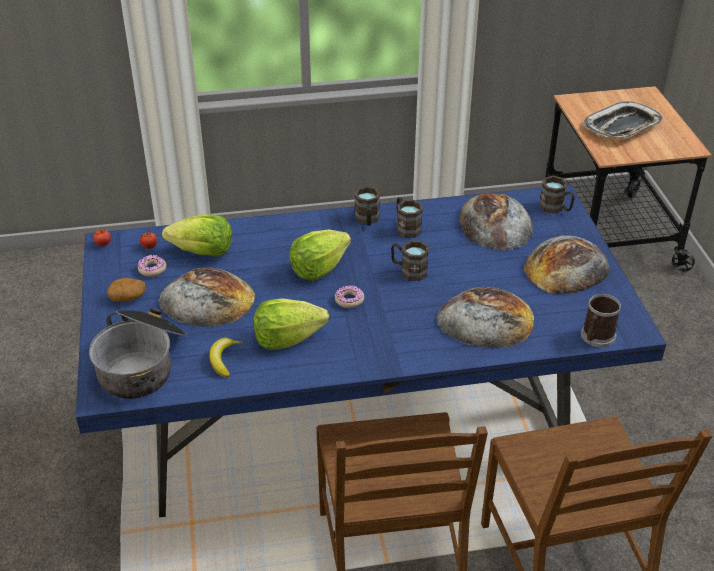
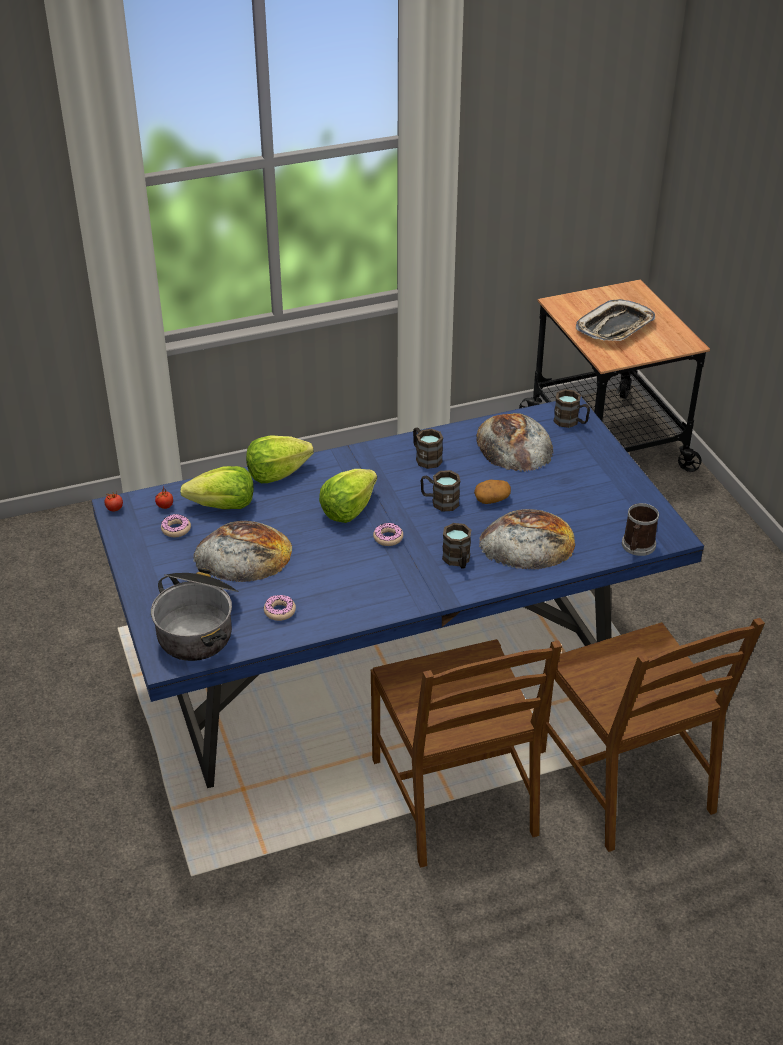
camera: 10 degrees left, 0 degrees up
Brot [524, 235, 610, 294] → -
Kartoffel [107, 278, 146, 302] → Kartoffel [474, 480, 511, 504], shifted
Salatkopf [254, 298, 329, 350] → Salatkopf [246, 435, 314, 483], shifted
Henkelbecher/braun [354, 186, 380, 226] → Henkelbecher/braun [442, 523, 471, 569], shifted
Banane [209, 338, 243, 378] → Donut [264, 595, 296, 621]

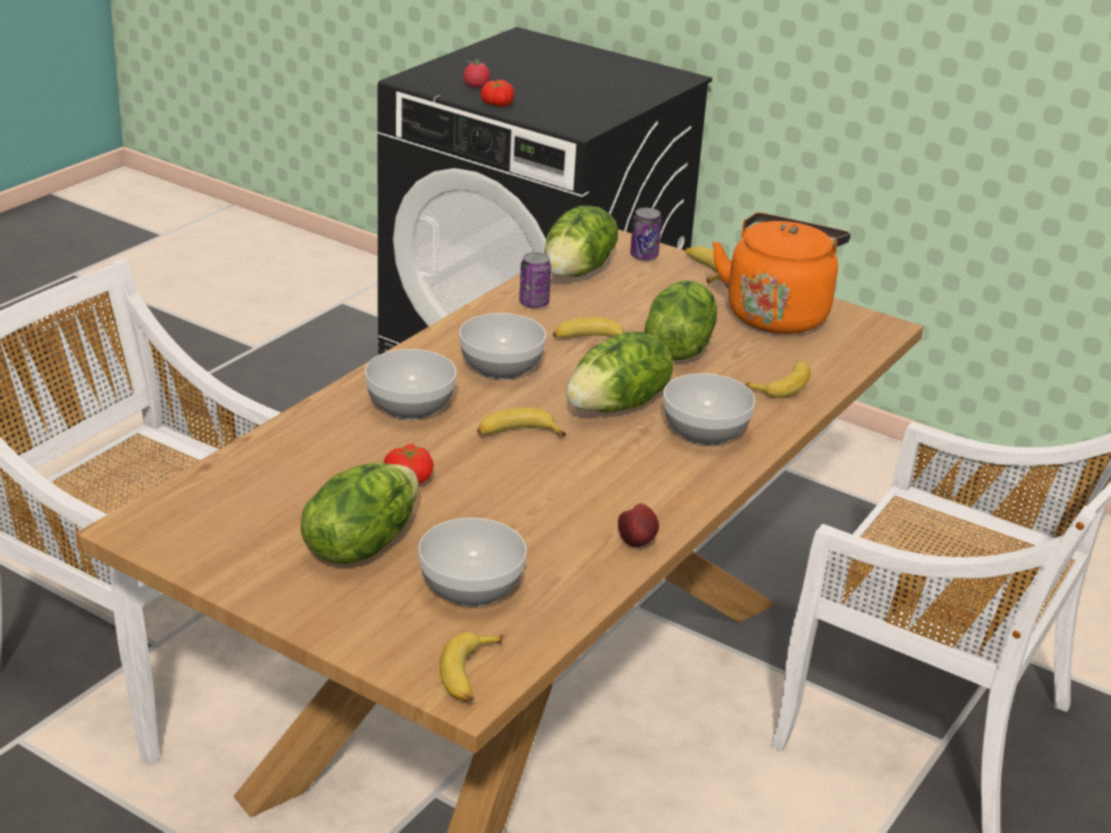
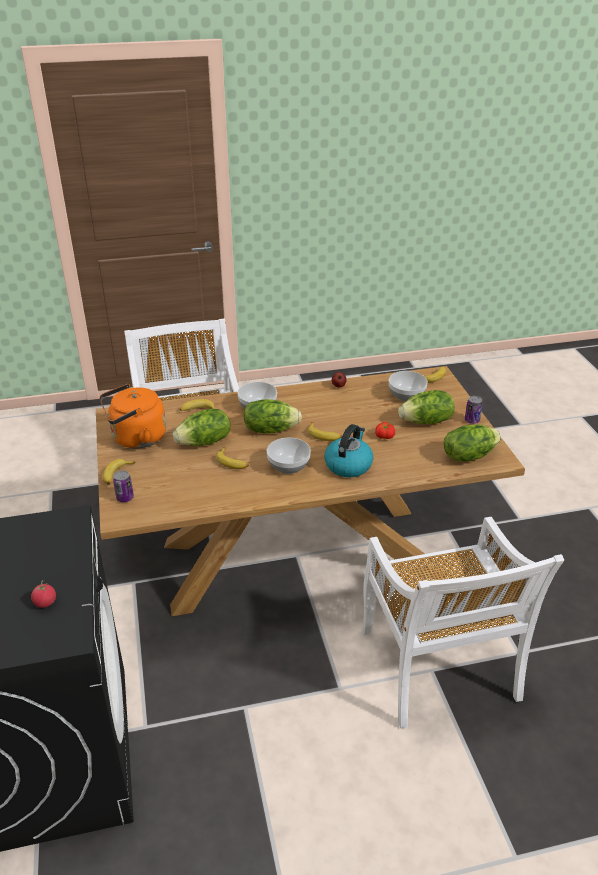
camera: 135 degrees left, 5 degrees up
Tomate [480, 80, 514, 107] → -
Dose [519, 252, 551, 308] → Dose [465, 396, 483, 424], shifted
Salatkopf [545, 205, 618, 277] → Salatkopf [444, 424, 501, 462], shifted
Schüssel [365, 349, 457, 420] → Wasserkessel [324, 424, 373, 477]

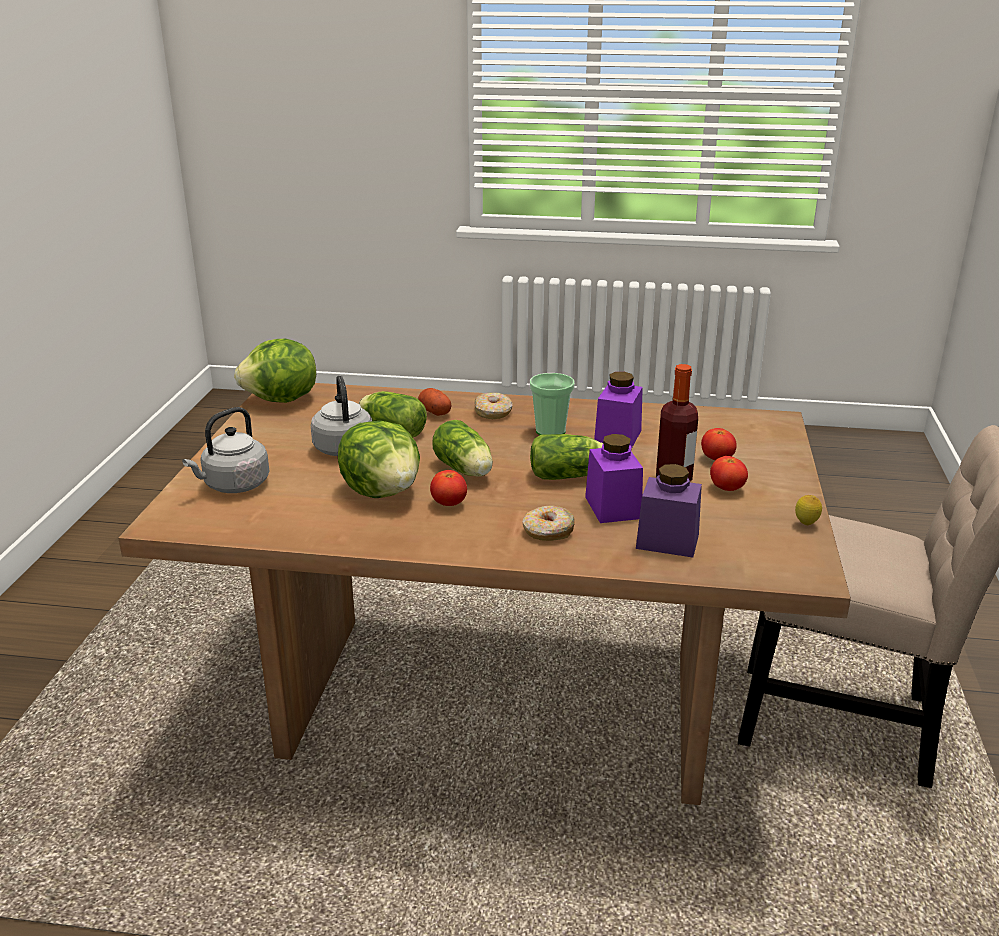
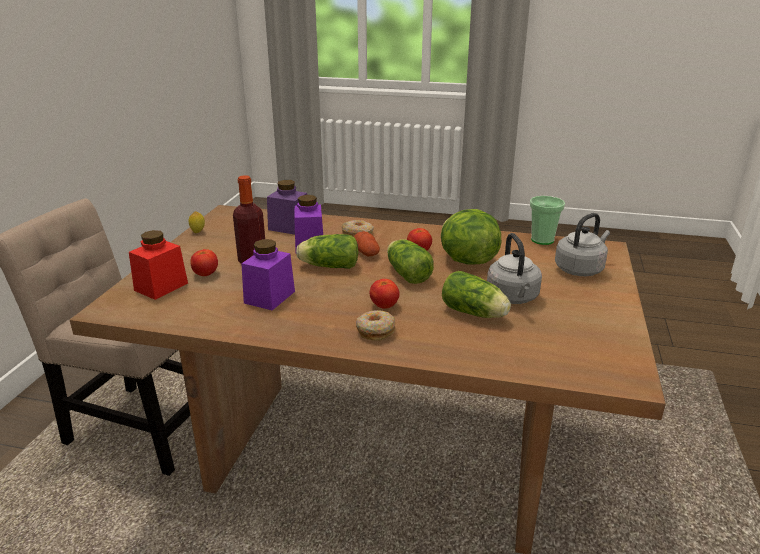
camera: 175 degrees left, 0 degrees up
Salatkopf [234, 339, 316, 403] → -
- → Vorratsglas/rot [129, 230, 188, 300]
Kartoffel [418, 388, 452, 416] → Kartoffel [354, 231, 380, 256], shifted
Tasse [530, 373, 575, 435] → Tasse [530, 196, 565, 245], shifted
Tomate [710, 456, 748, 491] → Tomate [370, 279, 399, 309], shifted

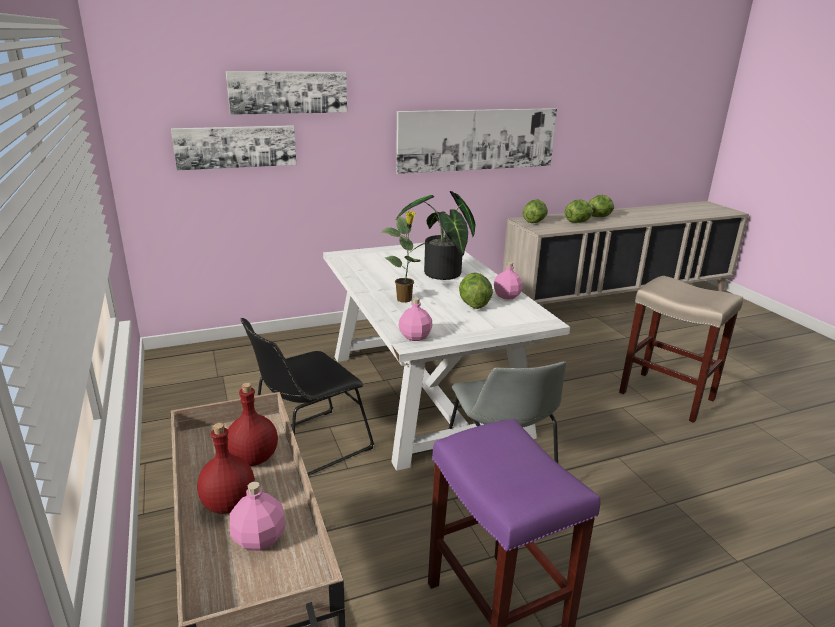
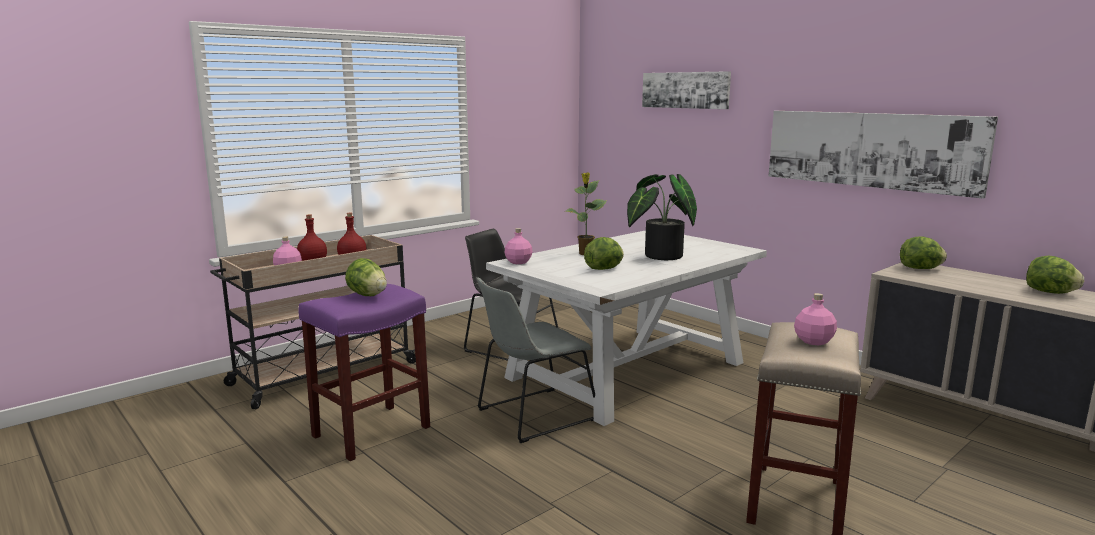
camera: 70 degrees right, 10 degrees down
Bild [171, 125, 296, 170] → -
Flasche/rosa [494, 262, 523, 300] → Flasche/rosa [794, 293, 837, 345], shifted
Salatkopf [565, 200, 593, 223] → Salatkopf [345, 258, 387, 296], shifted

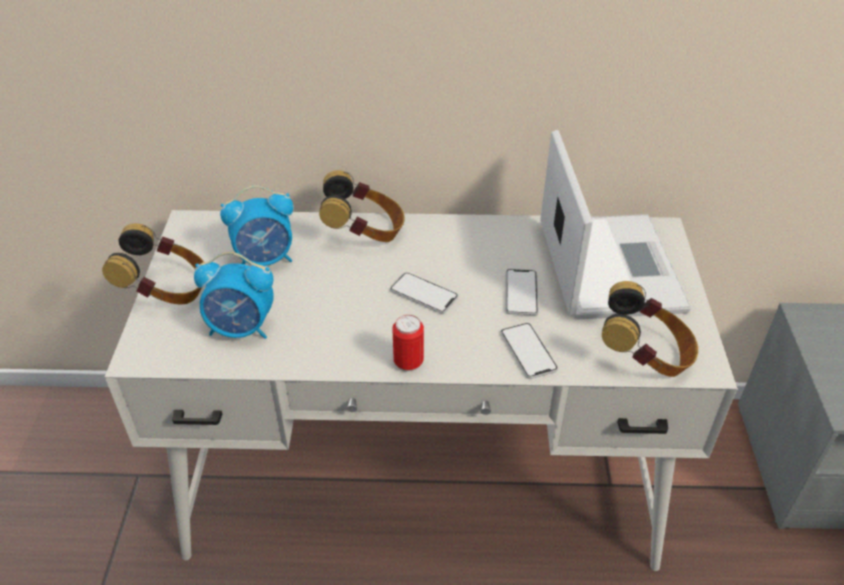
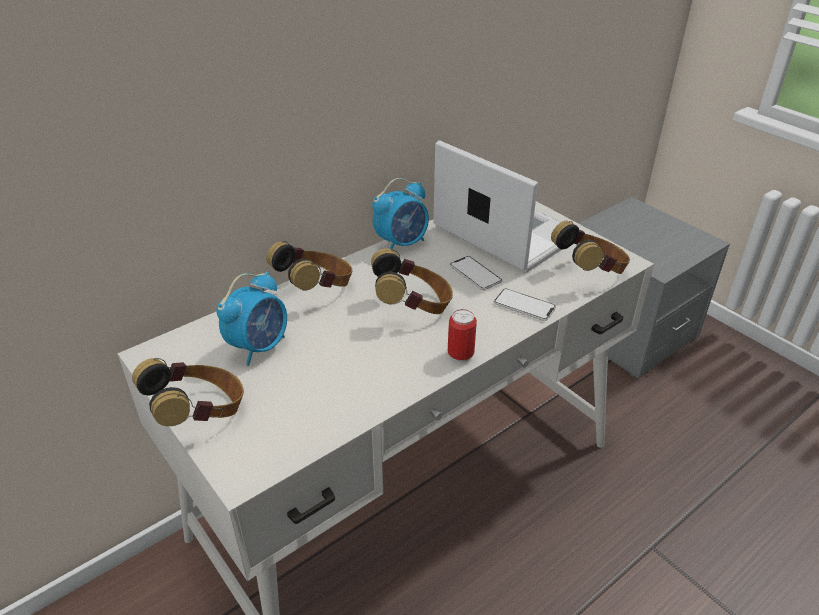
camera: 40 degrees left, 5 degrees down
Wecker [194, 252, 274, 339] → Wecker [372, 178, 429, 249], shifted
Handy [390, 273, 458, 313] → Kopfhörer [371, 248, 453, 314]

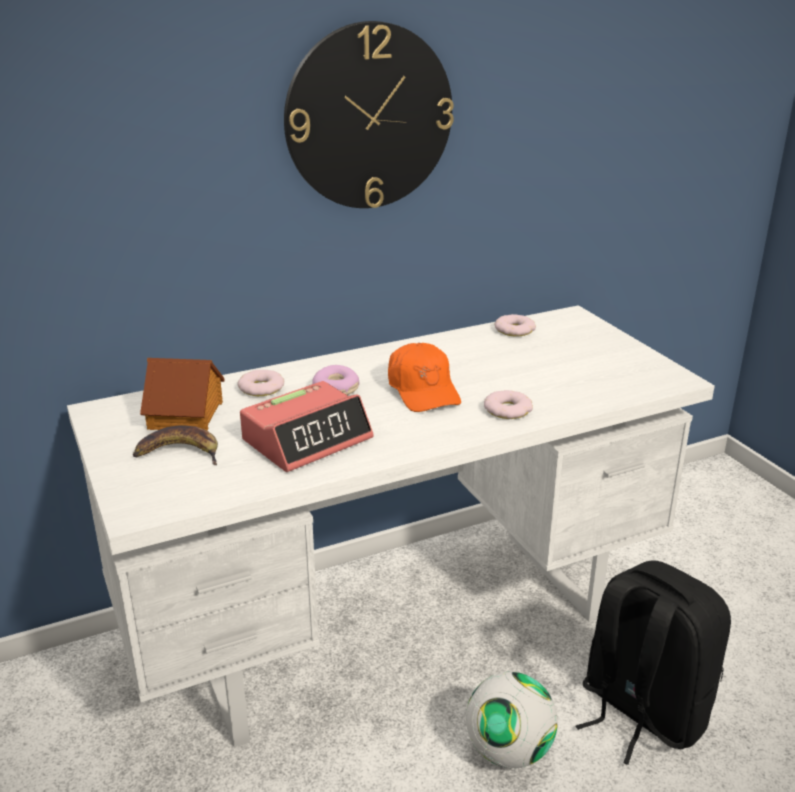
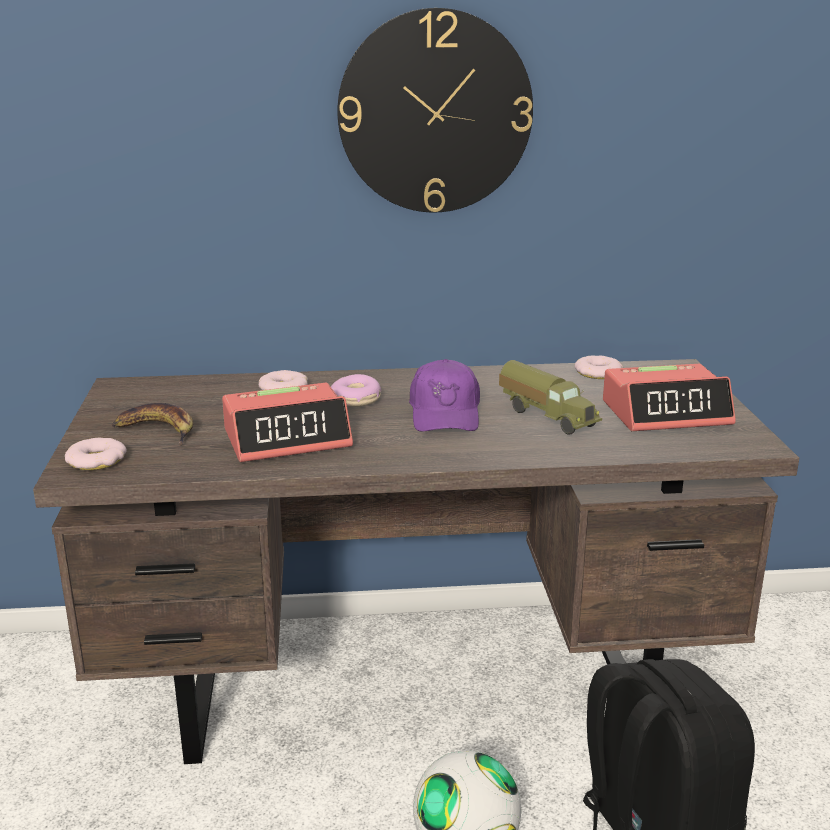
camera: 20 degrees right, 5 degrees down
Spielzeughaus [140, 358, 225, 431] → -
- → Spielzeuglaster [499, 360, 602, 434]
- → Wecker [603, 364, 736, 431]
Donut [484, 390, 533, 419] → Donut [65, 438, 127, 470], shifted
Schreibtisch/weiß [67, 305, 715, 748] → Schreibtisch/braun [33, 359, 799, 764]
Kappe/orange [388, 343, 461, 412] → Kappe/lila [409, 359, 480, 431]

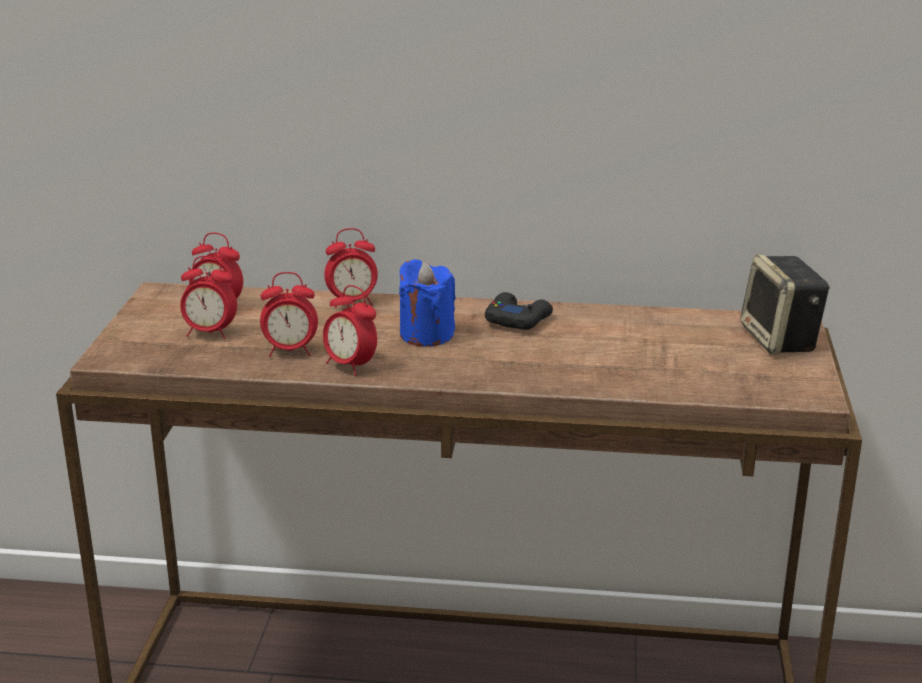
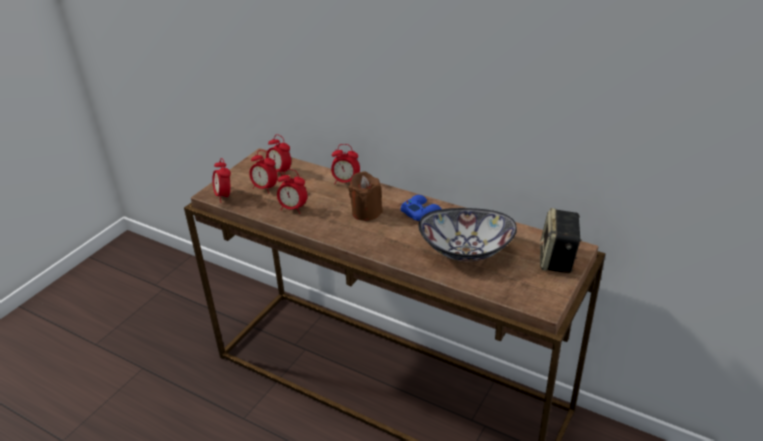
camera: 25 degrees right, 10 degrees up
- → Schüssel [419, 208, 517, 261]
Wecker [323, 285, 377, 376] → Wecker [212, 158, 231, 203], shifted
Kerze/blau [399, 259, 456, 346] → Kerze/braun [348, 171, 383, 221]
Gamepad/schwarz [485, 292, 553, 330] → Gamepad/blau [400, 195, 441, 221]

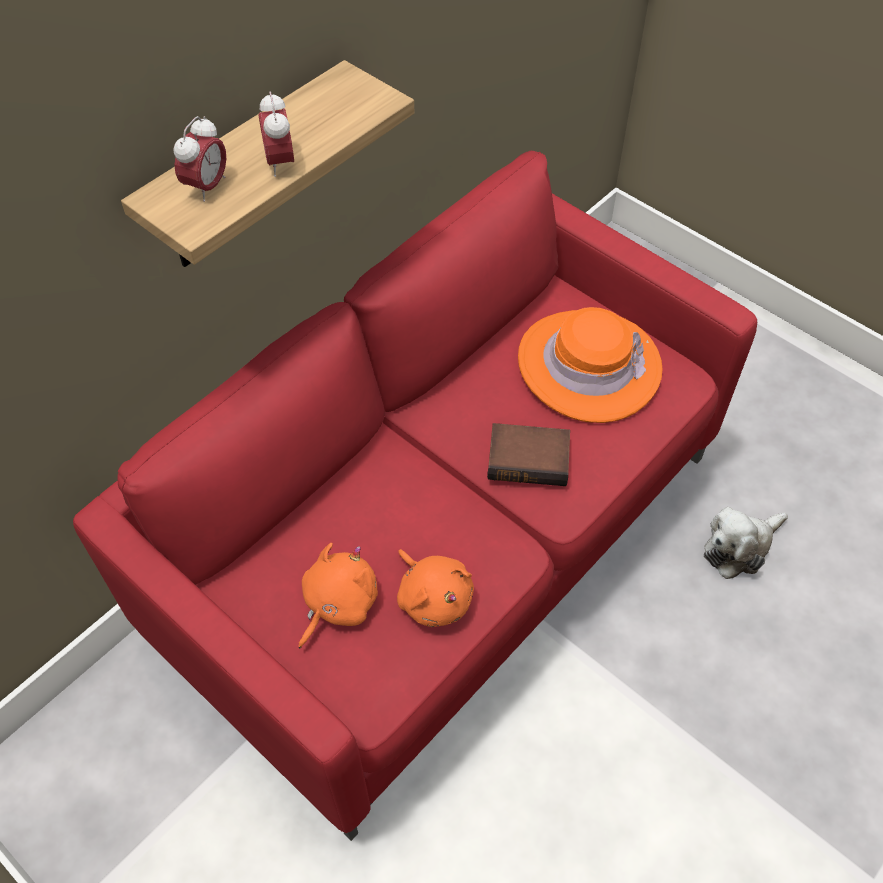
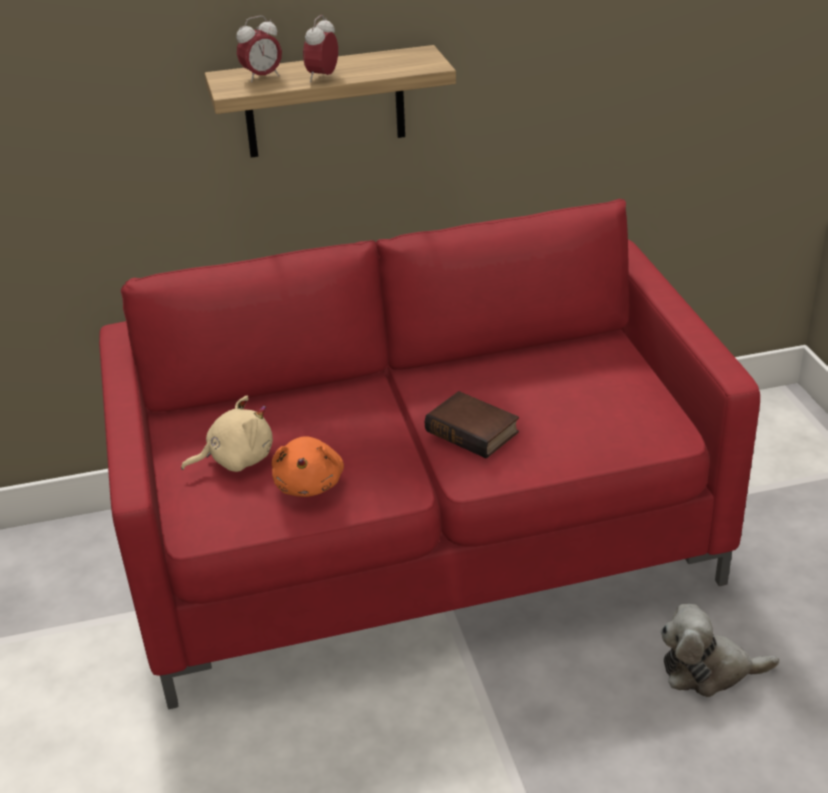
camera: 35 degrees right, 20 degrees down
Hut/orange [518, 307, 662, 423] → -
Plüschtier/orange [299, 543, 378, 648] → Plüschtier/beige [181, 396, 273, 472]

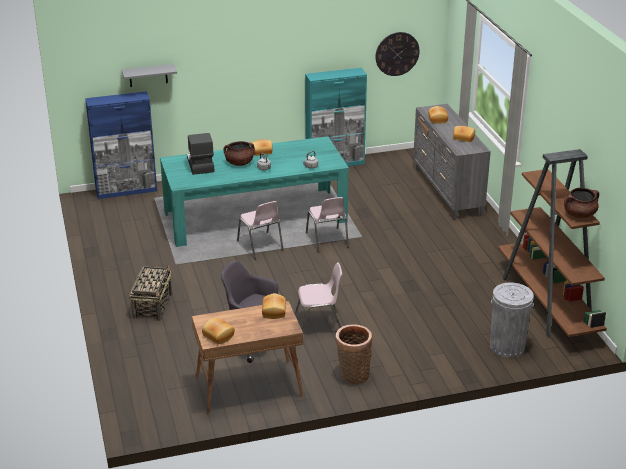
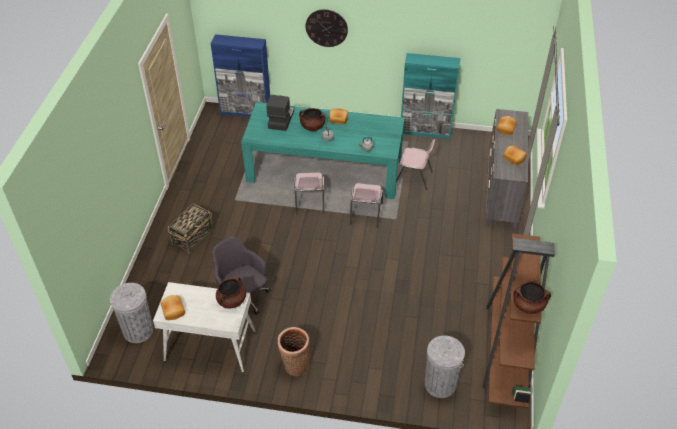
camera: 25 degrees right, 15 degrees up
Wandregal/grau [121, 64, 177, 87] → -
- → Mülleimer/grau [110, 283, 154, 343]
Stuhl/rosa [294, 262, 342, 331] → Stuhl/rosa [396, 139, 435, 190], shifted
Wanduhr [375, 32, 420, 76] → Wanduhr [305, 9, 348, 47], shifted
Brot [262, 293, 286, 319] → Kochtopf/braun [216, 277, 246, 308]
Schreibtisch/braun [192, 301, 303, 414] → Schreibtisch/weiß [153, 282, 255, 372]

